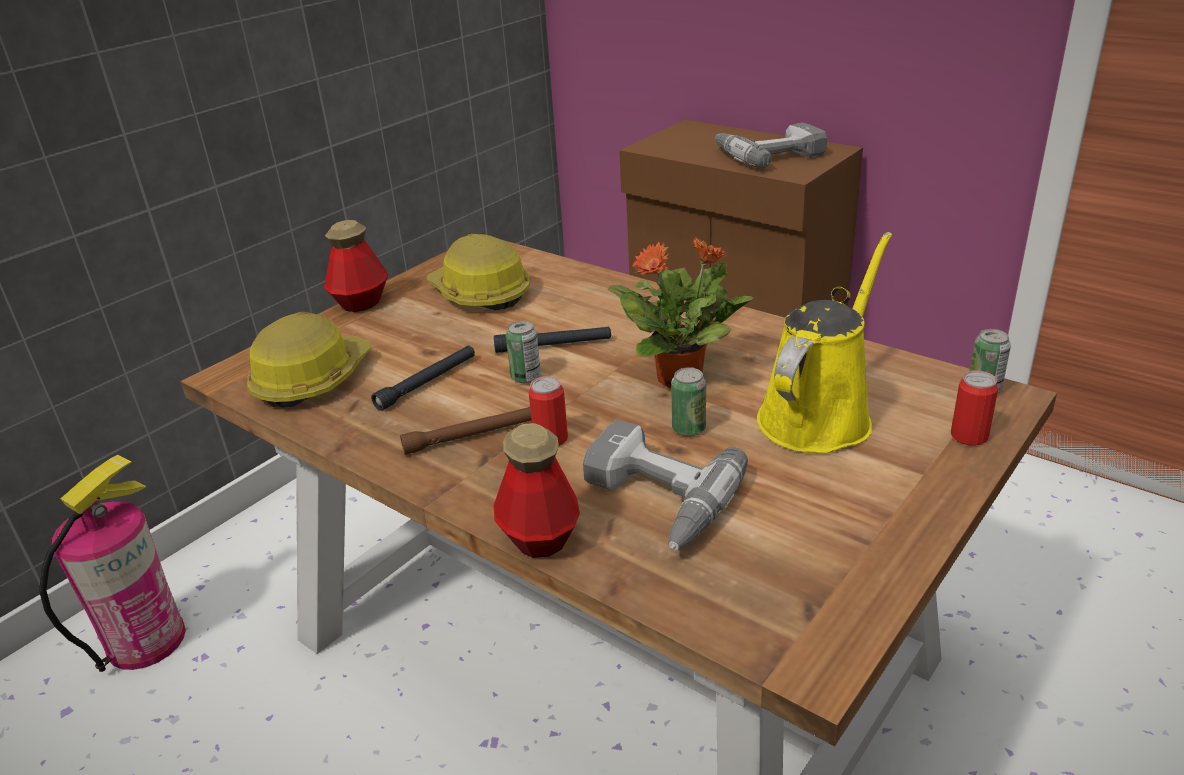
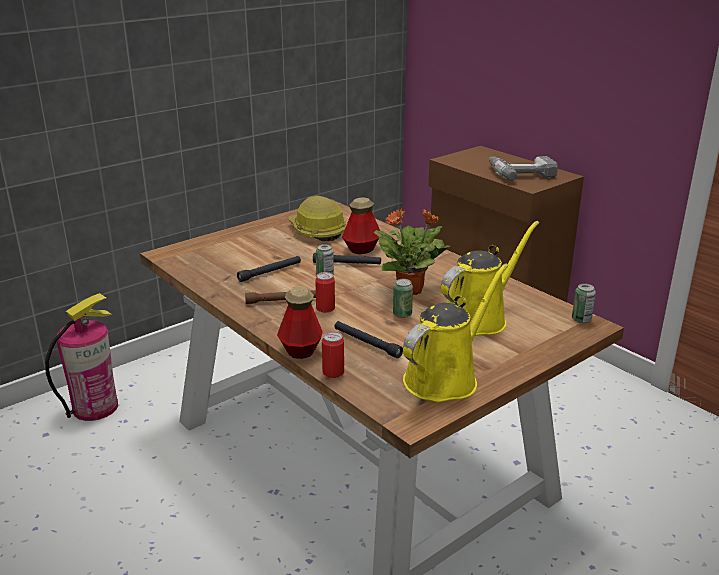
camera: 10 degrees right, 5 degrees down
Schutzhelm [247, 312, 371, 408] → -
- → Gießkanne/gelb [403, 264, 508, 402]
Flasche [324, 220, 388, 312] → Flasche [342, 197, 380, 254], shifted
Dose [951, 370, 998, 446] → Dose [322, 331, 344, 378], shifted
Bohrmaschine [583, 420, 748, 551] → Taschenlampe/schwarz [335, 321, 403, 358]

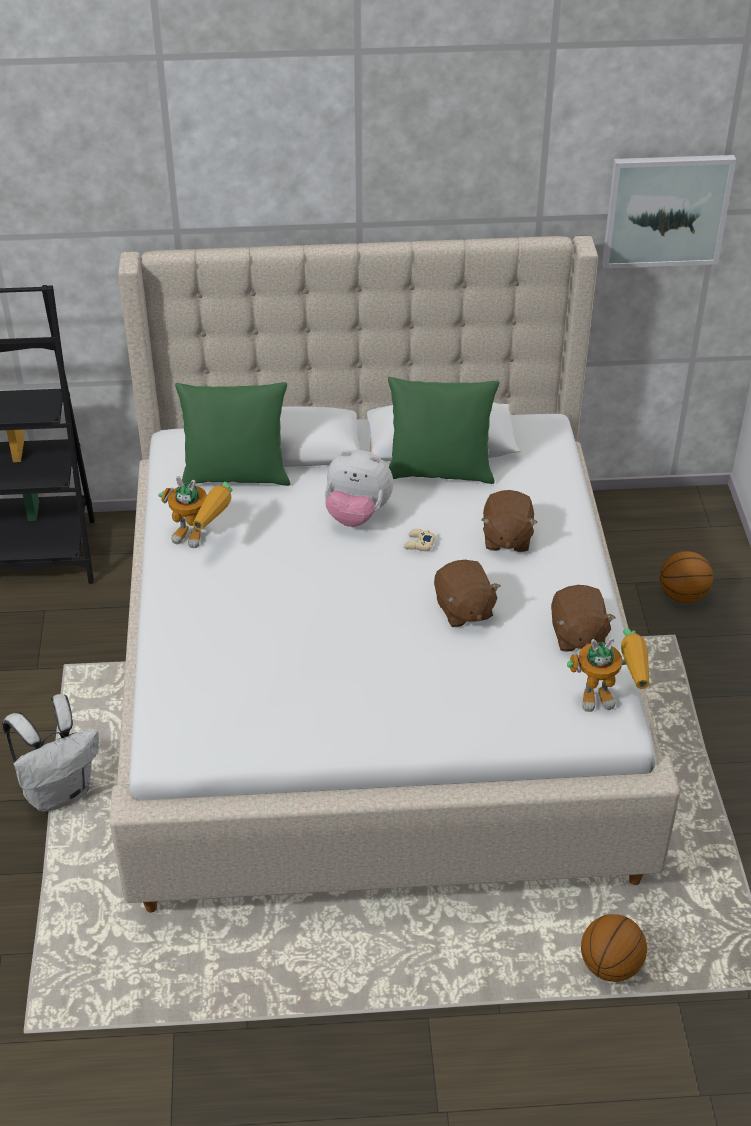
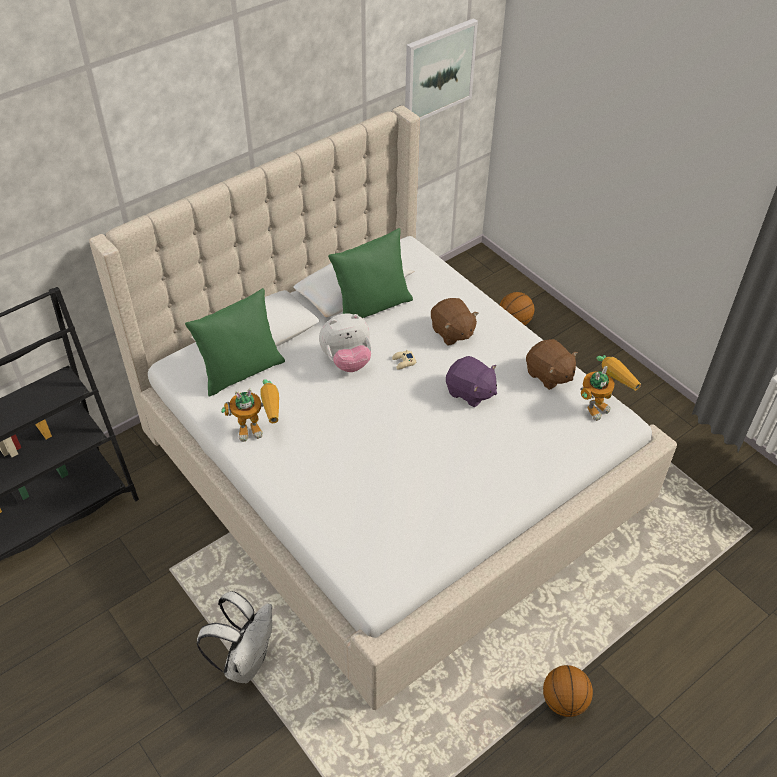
camera: 35 degrees left, 5 degrees up
Basketball [581, 914, 647, 982] → Basketball [543, 665, 593, 717], shifted
Plüschtier/braun [434, 560, 500, 627] → Plüschtier/lila [446, 356, 497, 407]

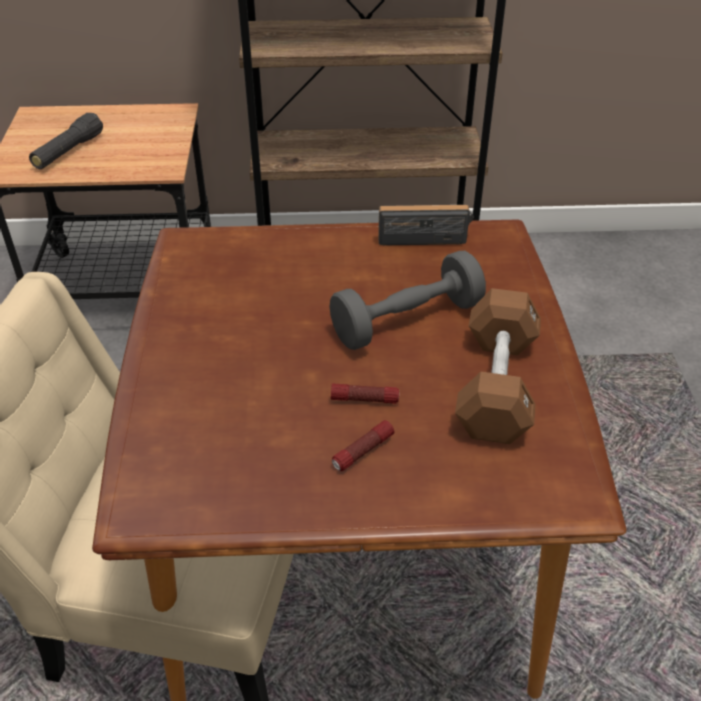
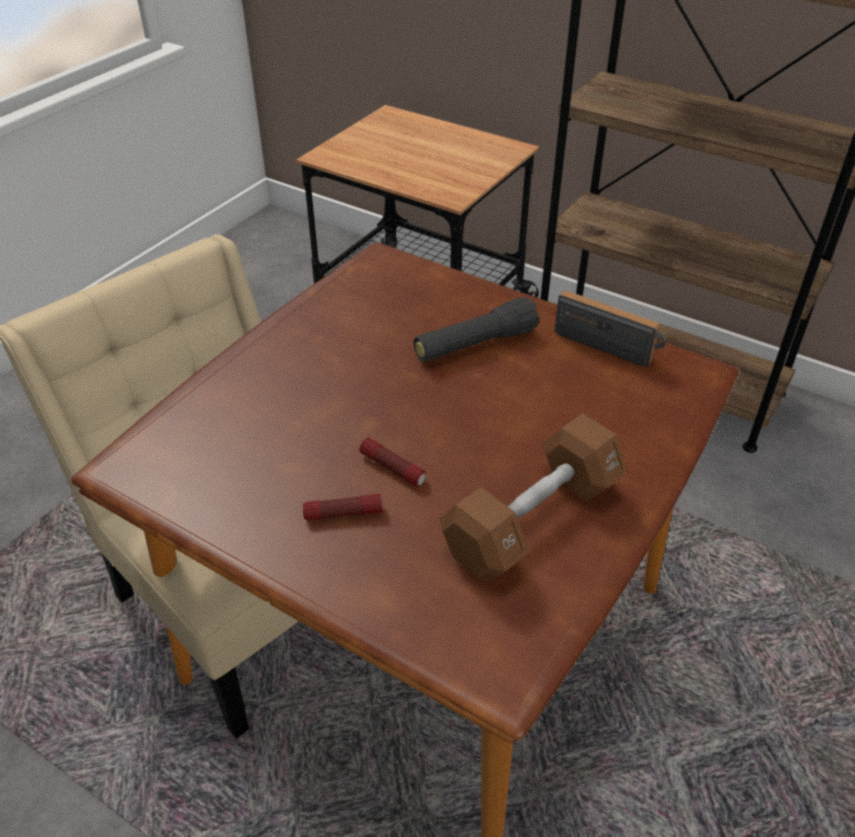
camera: 35 degrees right, 0 degrees up
Hantel/grau [329, 251, 486, 350] → -
Taschenlampe/schwarz [29, 113, 103, 169] → Taschenlampe/schwarz [413, 297, 540, 362], shifted

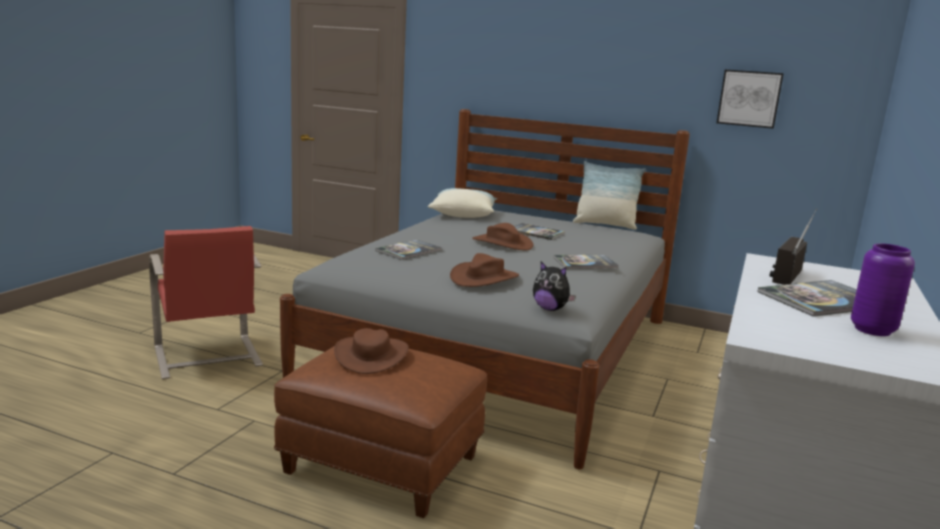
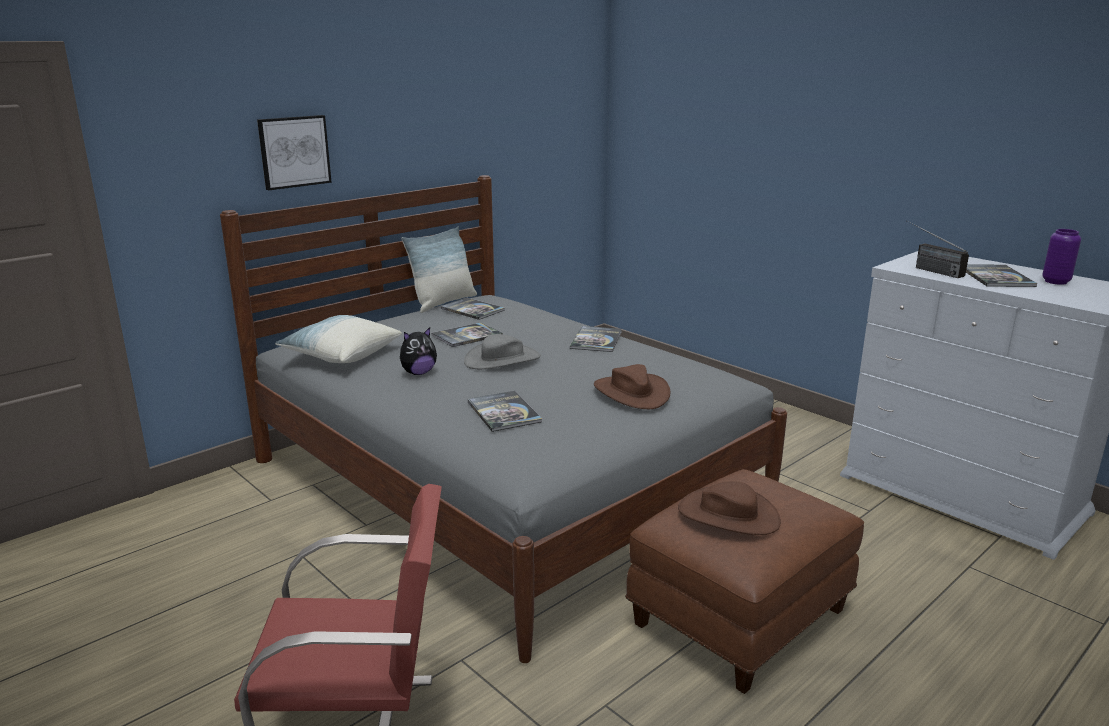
camera: 65 degrees left, 5 degrees up
- → Buch [440, 297, 505, 320]
Plüschtier [533, 262, 576, 311] → Plüschtier [400, 327, 437, 375], shifted
Bild [717, 70, 784, 129] → Bild [257, 115, 332, 190], shifted
Hut/braun [472, 223, 533, 250] → Hut/grau [464, 334, 541, 369]

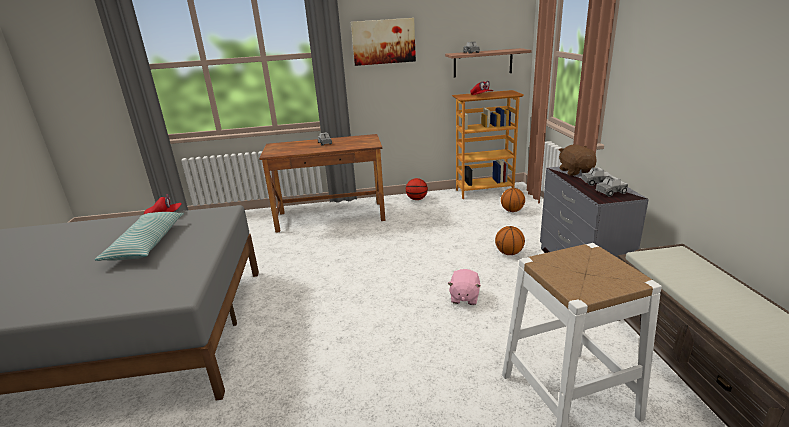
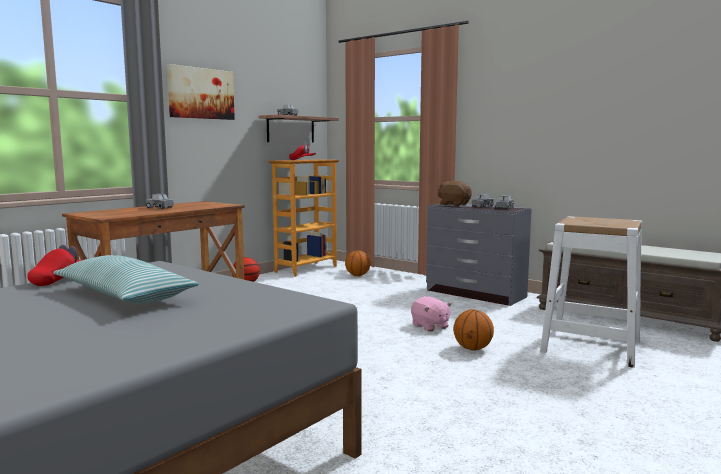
camera: 45 degrees left, 15 degrees down
Basketball [495, 226, 525, 255] → Basketball [453, 309, 494, 350], shifted

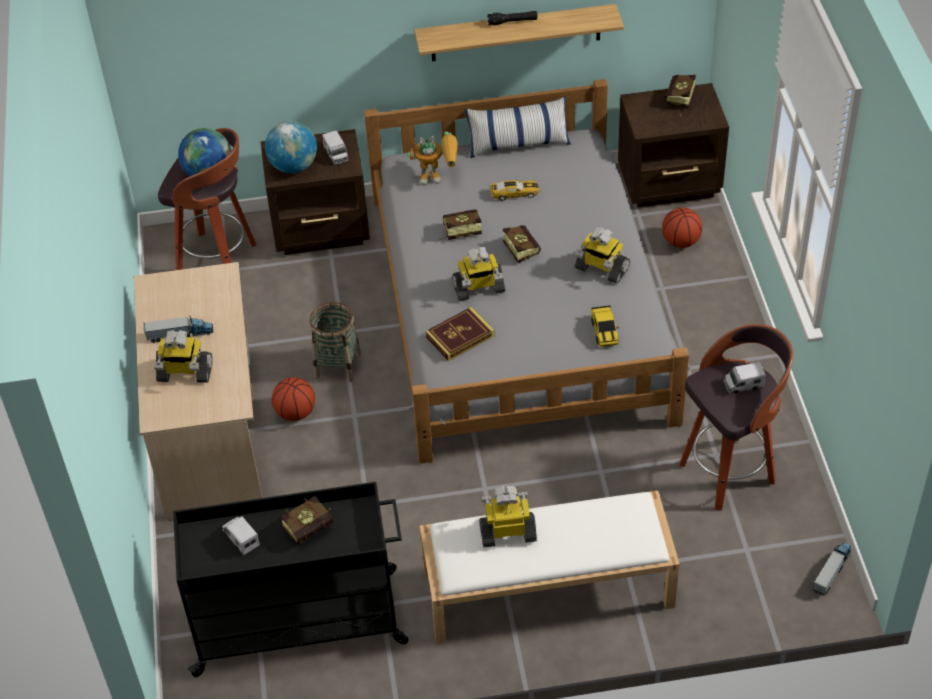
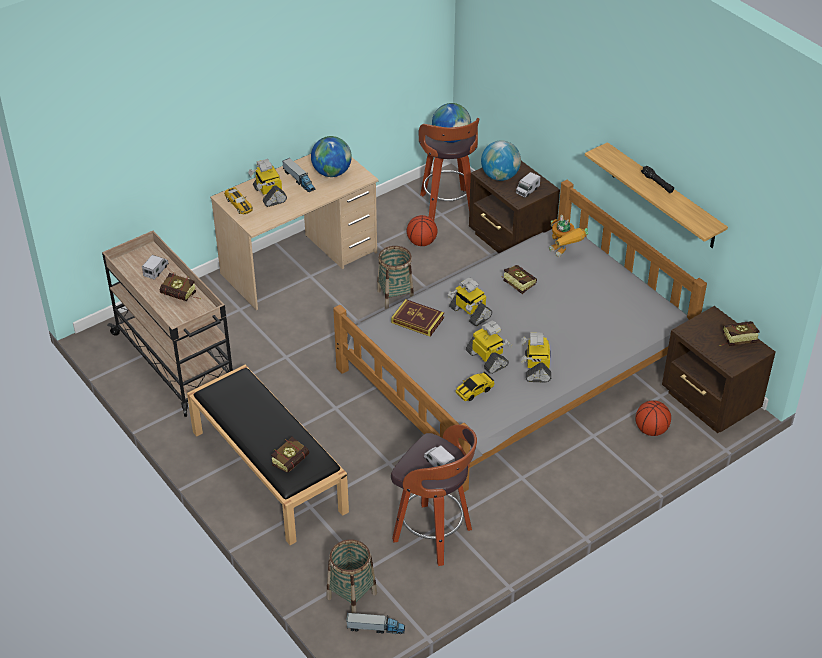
camera: 60 degrees right, 5 degrees down
Kissen [465, 96, 571, 158] → -
- → Globus [311, 136, 352, 177]
- → Korb [326, 539, 377, 613]
Basketball [272, 377, 315, 421] → Basketball [406, 215, 438, 246], shifted
Spielzeugroboter [479, 486, 537, 547] → Spielzeugroboter [466, 321, 512, 374], shifted
Spielzeugauto [490, 179, 539, 201] → Spielzeugauto [224, 187, 253, 214], shifted
Buch [503, 225, 541, 263] → Buch [271, 437, 309, 473], shifted
Rollwagen/schwarz [173, 482, 409, 677] → Rollwagen/beige [102, 231, 233, 417]
Bank/weiß [420, 490, 680, 644] → Bank/schwarz [187, 365, 349, 545]

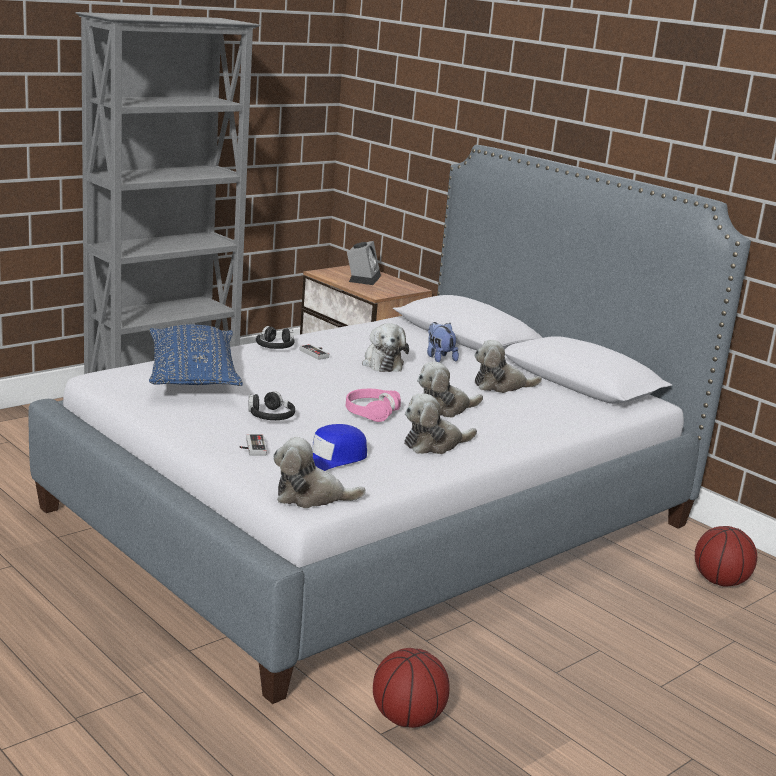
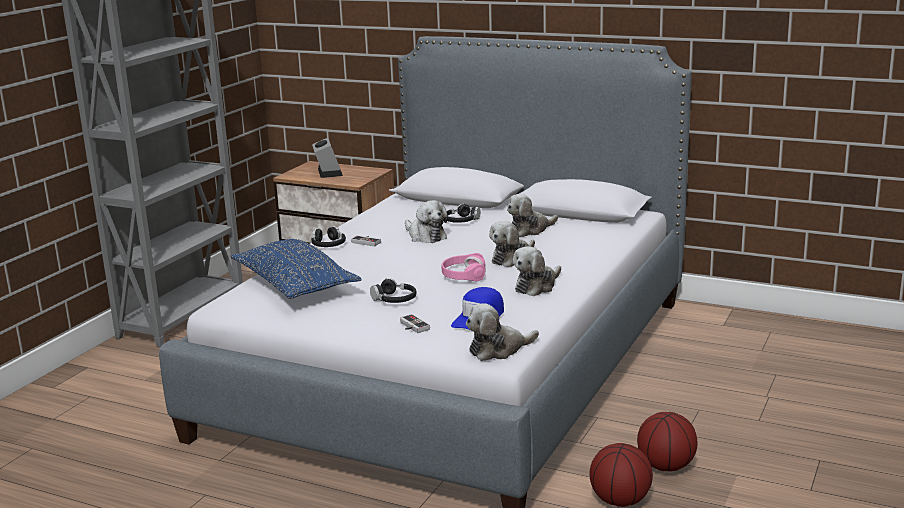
camera: 20 degrees left, 0 degrees up
Basketball [695, 526, 757, 586] → Basketball [637, 412, 697, 471], shifted
Plüschtier [427, 322, 459, 362] → Kopfhörer/schwarz [446, 203, 480, 223]

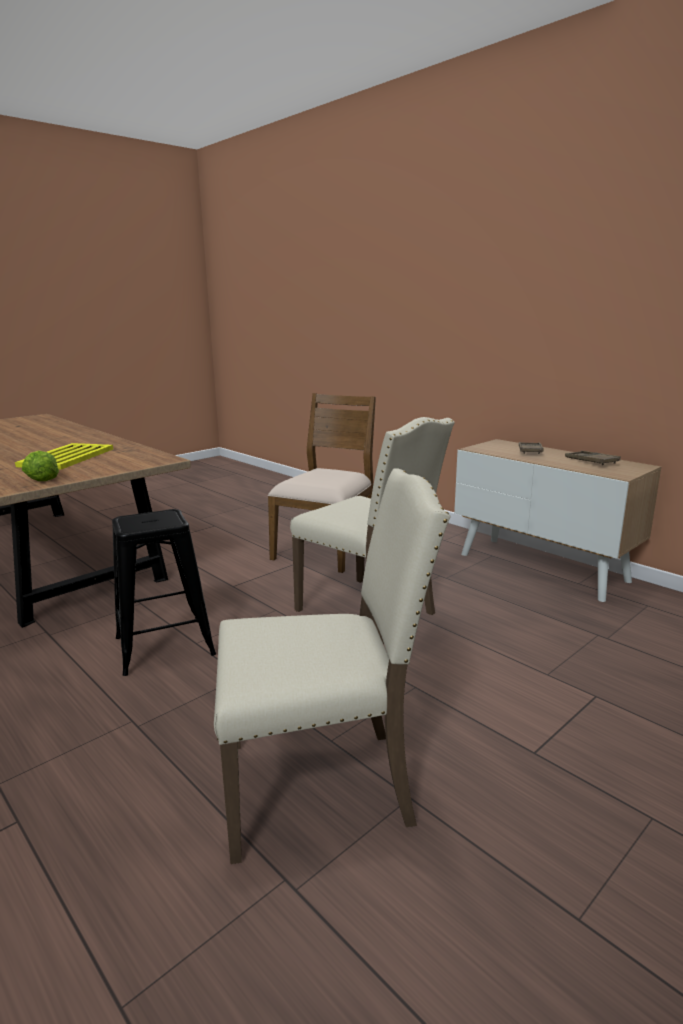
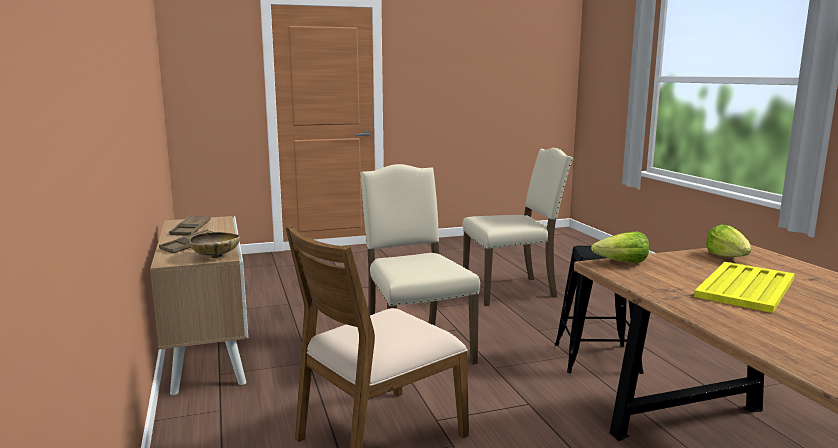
camera: 155 degrees left, 5 degrees down
- → Schüssel/beige [189, 231, 240, 258]
- → Salatkopf [591, 232, 649, 263]
Stuhl/beige [214, 468, 451, 864] → Stuhl/beige [462, 148, 573, 306], 150 degrees clockwise

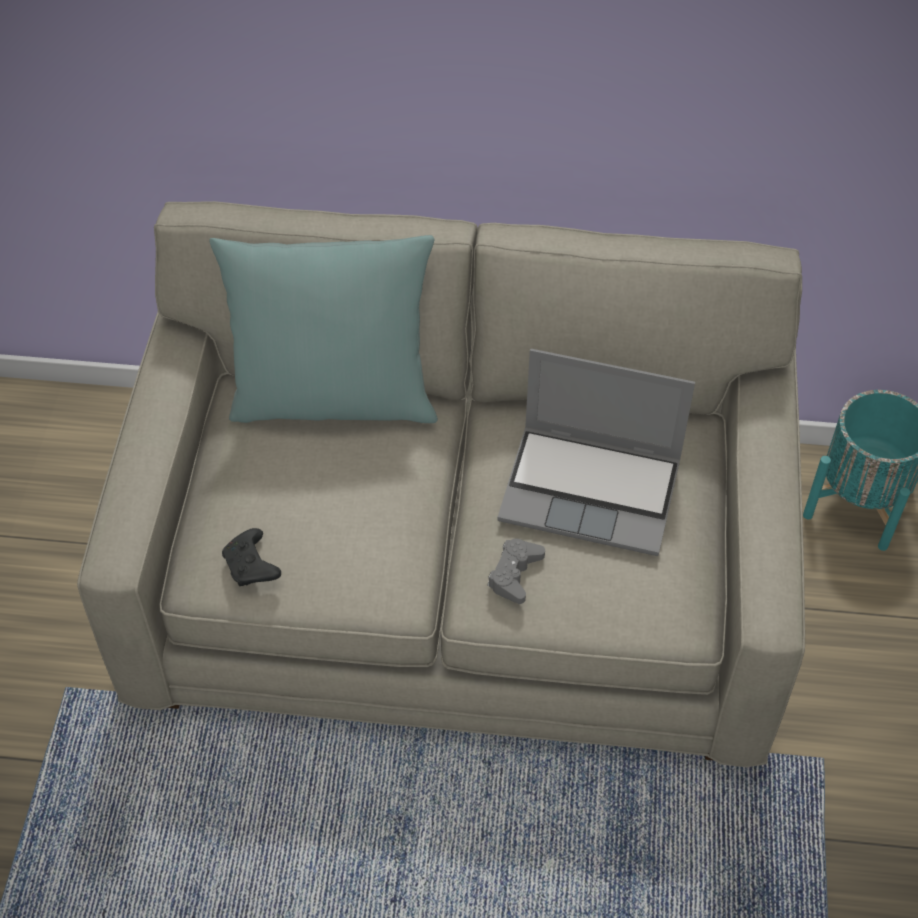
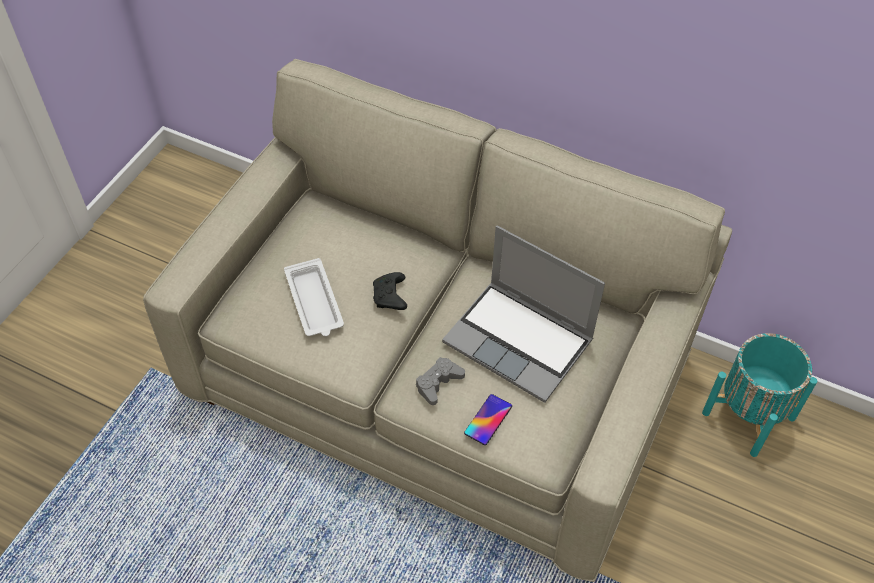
camera: 20 degrees right, 0 degrees up
Kissen/türkis [210, 235, 438, 423] → -
- → Tablett/weiß [284, 258, 344, 336]
- → Handy [464, 394, 512, 445]
Gamepad/schwarz [222, 528, 281, 586] → Gamepad/schwarz [373, 272, 407, 310], shifted

